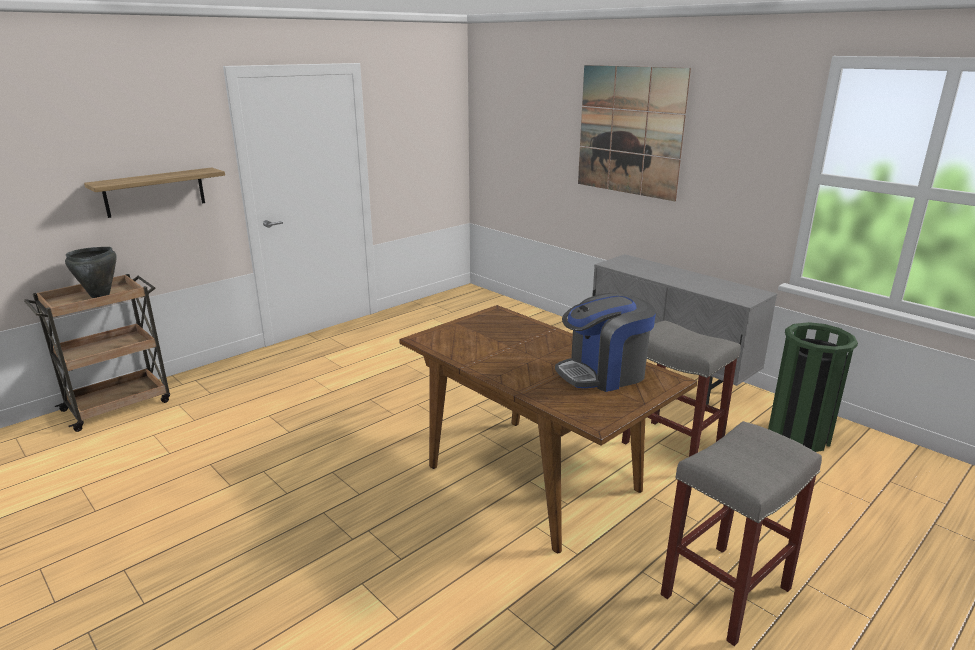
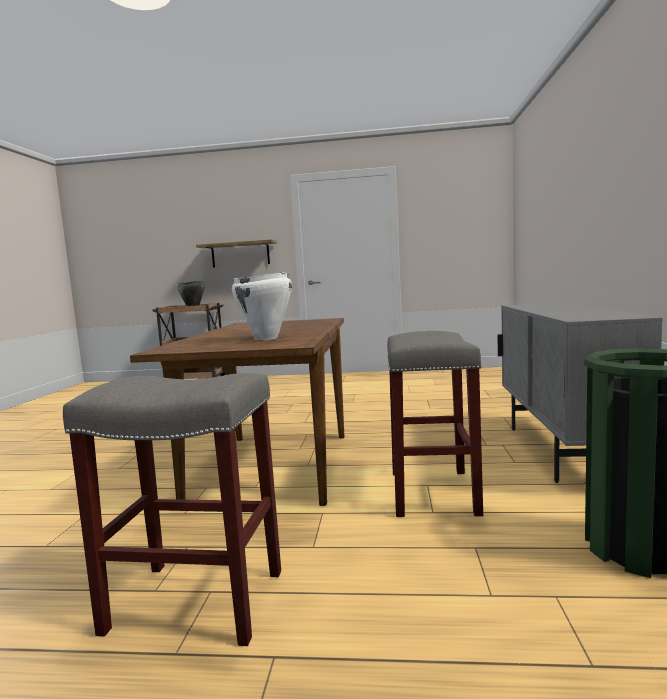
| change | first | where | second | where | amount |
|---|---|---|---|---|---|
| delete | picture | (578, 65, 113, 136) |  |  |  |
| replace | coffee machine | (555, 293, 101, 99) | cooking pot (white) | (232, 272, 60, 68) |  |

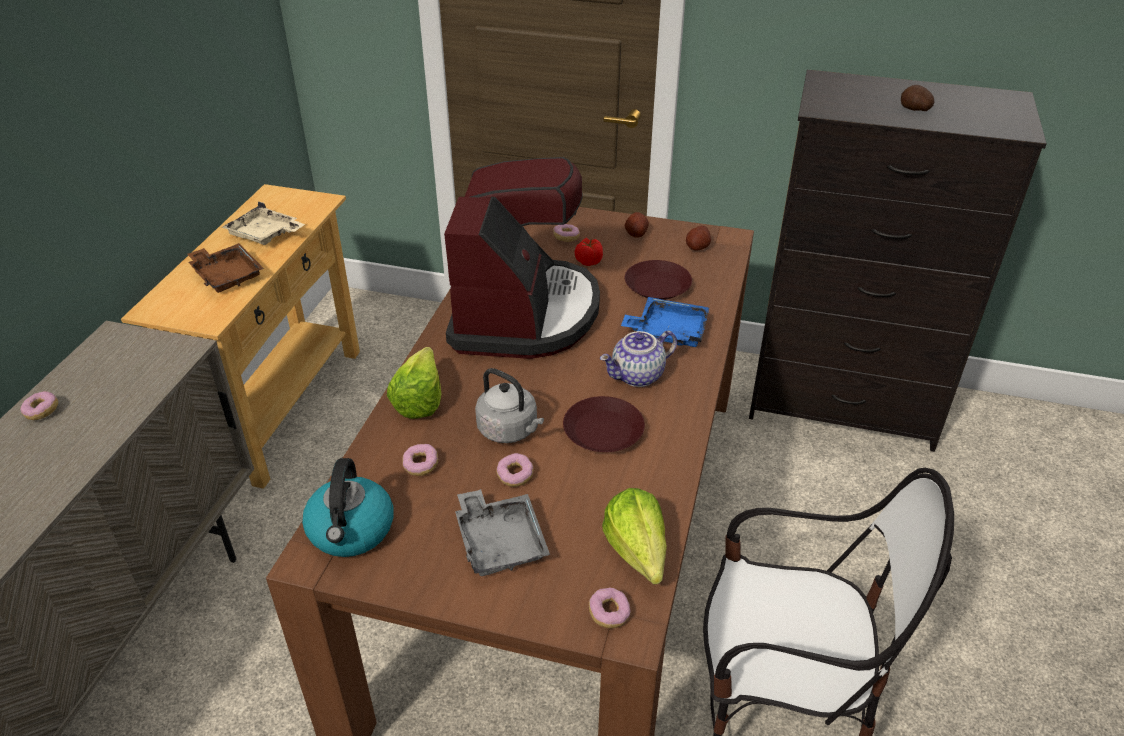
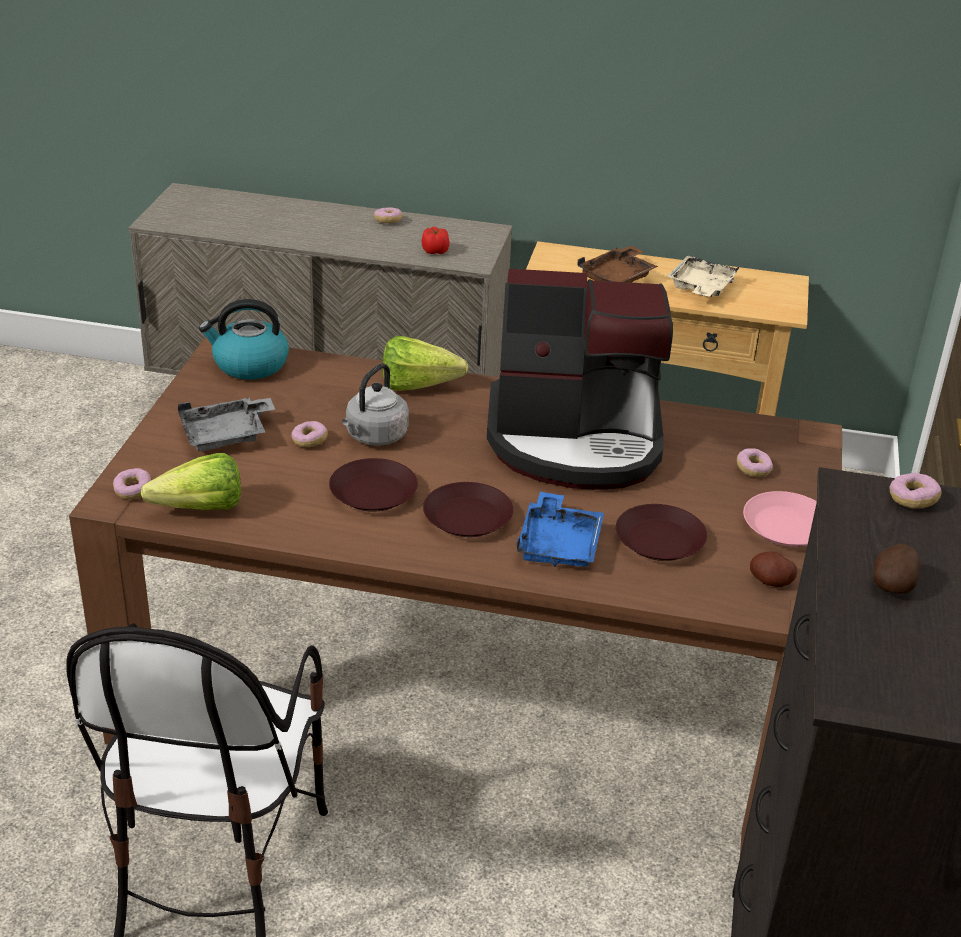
| change | first | where | second | where | amount |
|---|---|---|---|---|---|
| move | donut | (402, 444, 36, 32) |  | (890, 473, 51, 35) |  |
| move | tomato | (574, 238, 29, 28) |  | (422, 227, 28, 27) |  |
| replace | teapot | (600, 331, 77, 56) | plate (brown) | (423, 482, 90, 55) |  |
| replace | potato | (625, 212, 24, 26) | plate (pink) | (743, 491, 74, 56) |  |

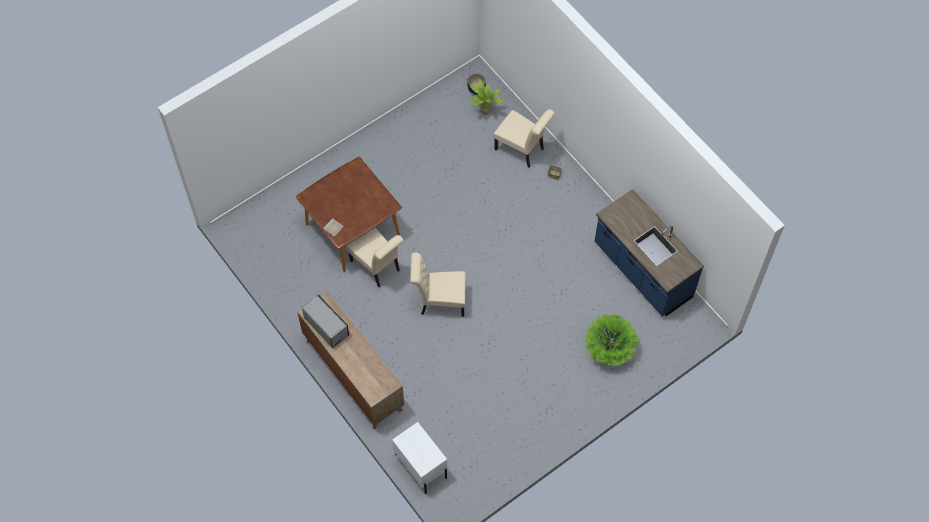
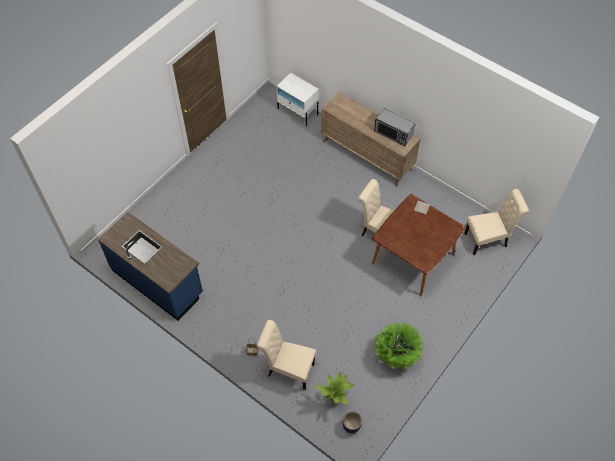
| change | first | where | second | where | amount |
|---|---|---|---|---|---|
| move | chair (beige) | (410, 252, 56, 65) |  | (464, 189, 65, 66) |  |
| move | potted plant | (584, 313, 56, 53) |  | (373, 321, 51, 49) |  |

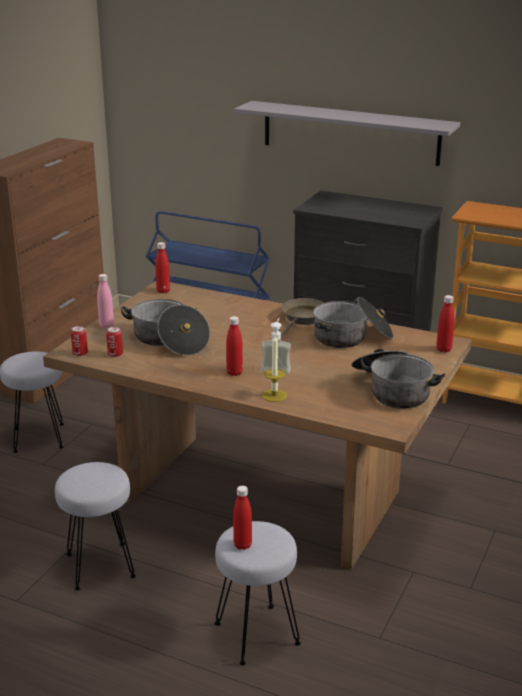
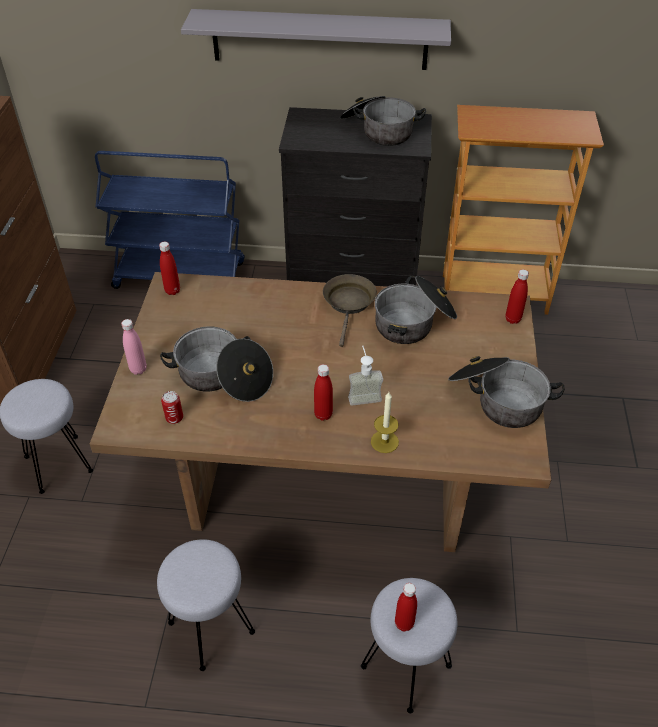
| change | first | where | second | where | amount |
|---|---|---|---|---|---|
| delete | can | (71, 326, 17, 30) |  |  |  |
| insert |  |  | cooking pot | (340, 96, 86, 50) |  |

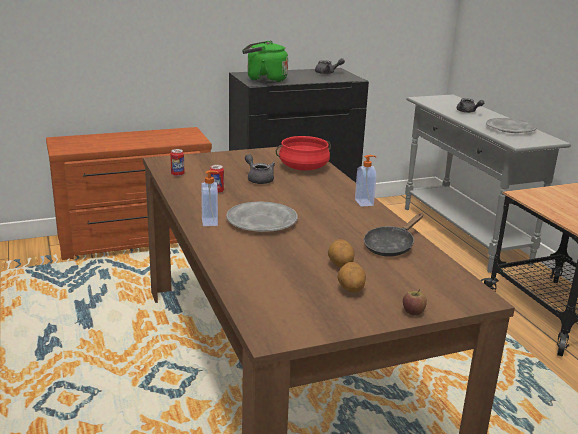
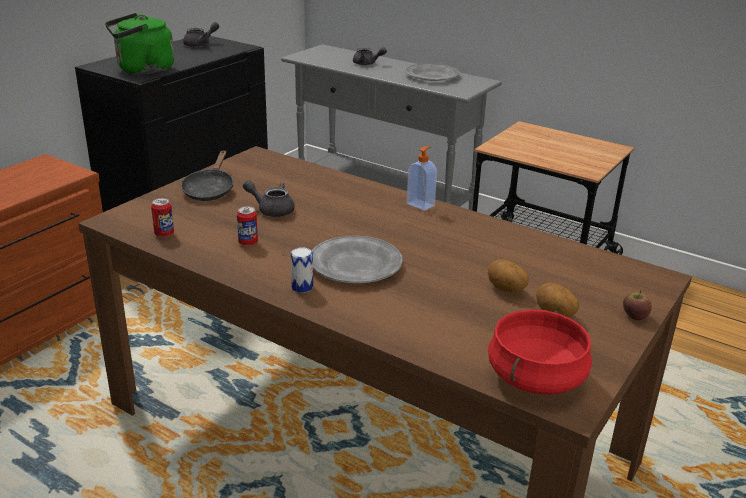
| change | first | where | second | where | amount |
|---|---|---|---|---|---|
| move | cooking pot (red) | (276, 136, 55, 35) |  | (488, 309, 104, 86) |  |
| move | frying pan (black) | (364, 213, 59, 44) |  | (181, 150, 52, 51) |  |
| replace | soap dispenser | (201, 170, 18, 56) | can | (291, 247, 22, 46) |  |

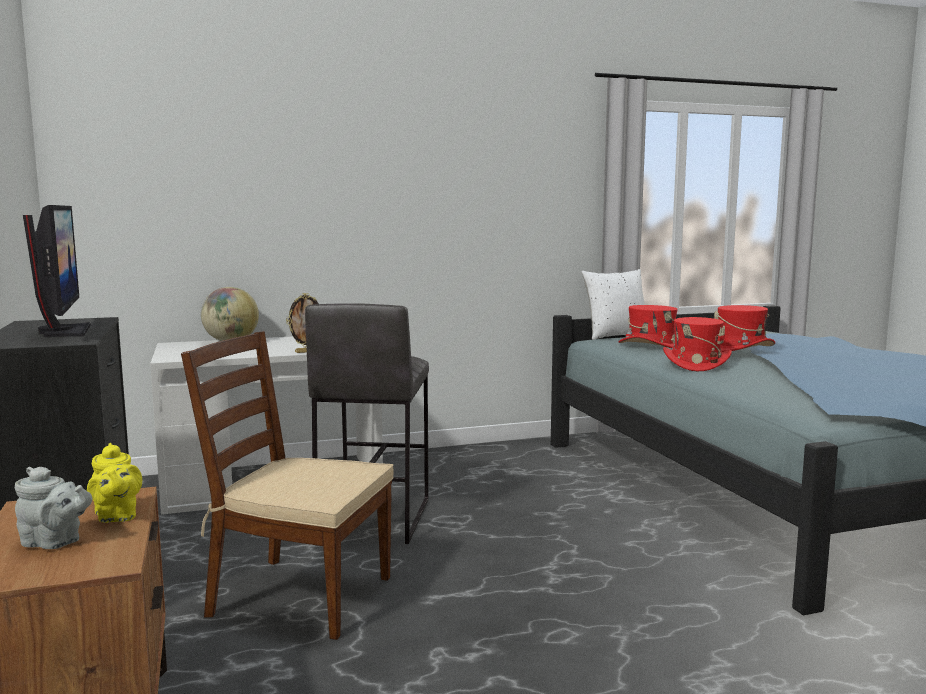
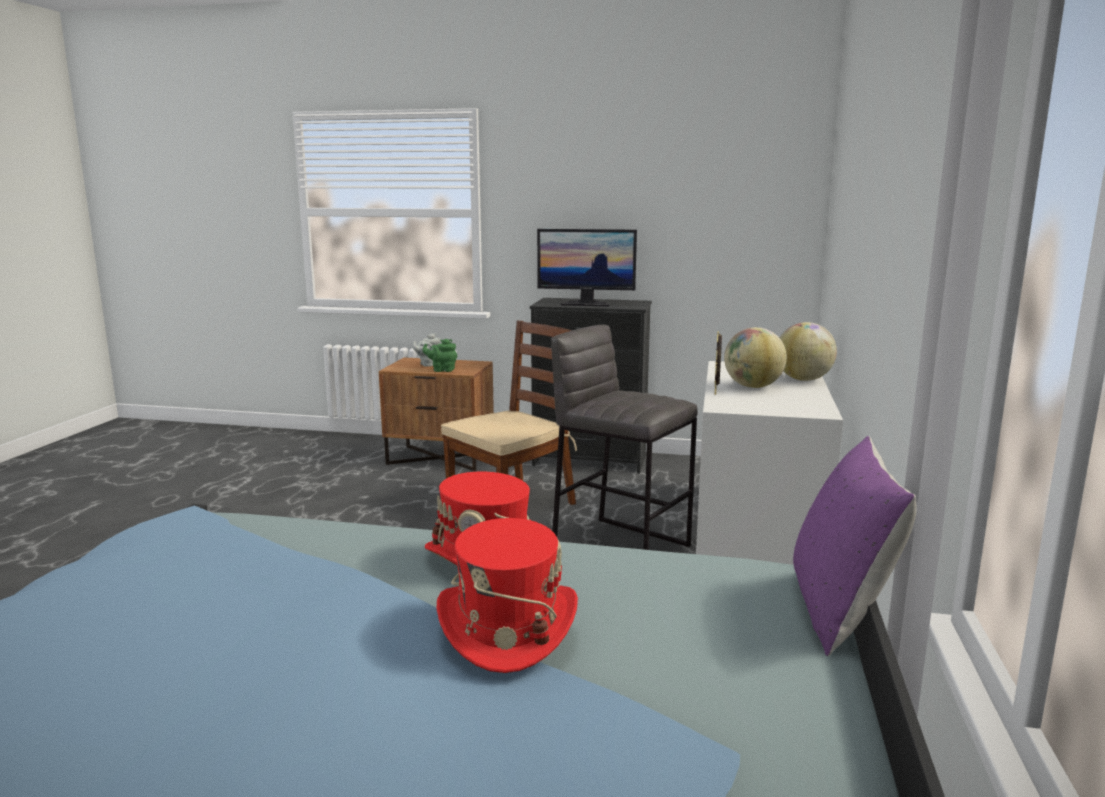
| change | first | where | second | where | amount |
|---|---|---|---|---|---|
| delete | hat (red) | (618, 305, 60, 43) |  |  |  |
| insert |  |  | globe | (724, 327, 63, 61) |  |
| recolor | teapot (yellow) | (87, 443, 55, 80) | teapot (green) | (422, 339, 35, 33) |  |
| recolor | pillow (white) | (581, 269, 64, 71) | pillow (purple) | (793, 436, 124, 220) |  |

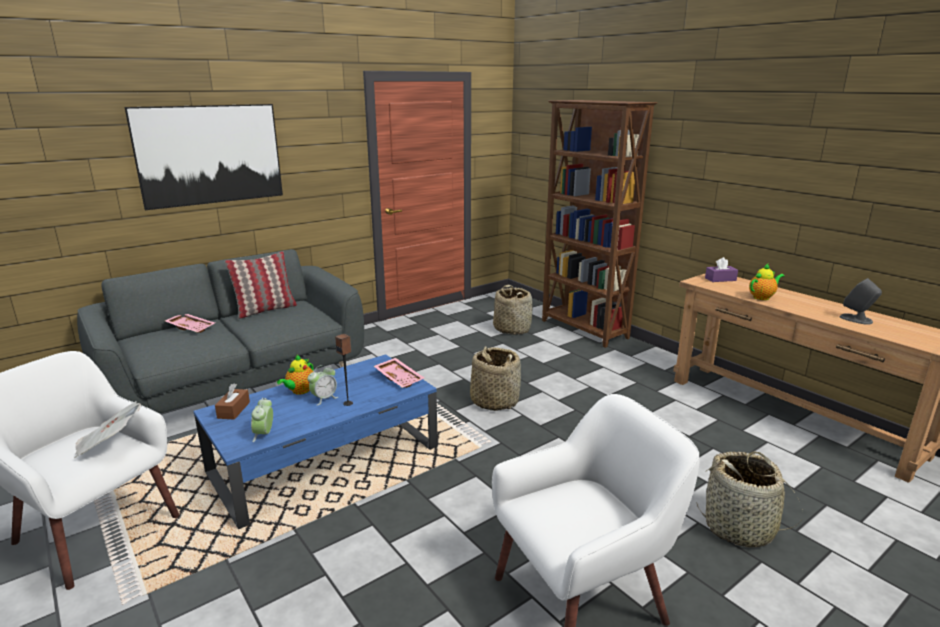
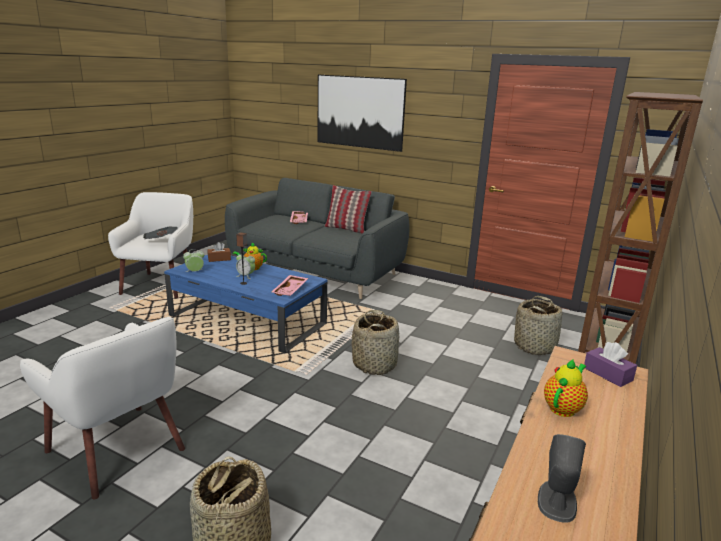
| change | first | where | second | where | amount |
|---|---|---|---|---|---|
| rotate | teapot | (749, 264, 36, 36) |  | (544, 358, 44, 59) | 90 degrees counterclockwise |

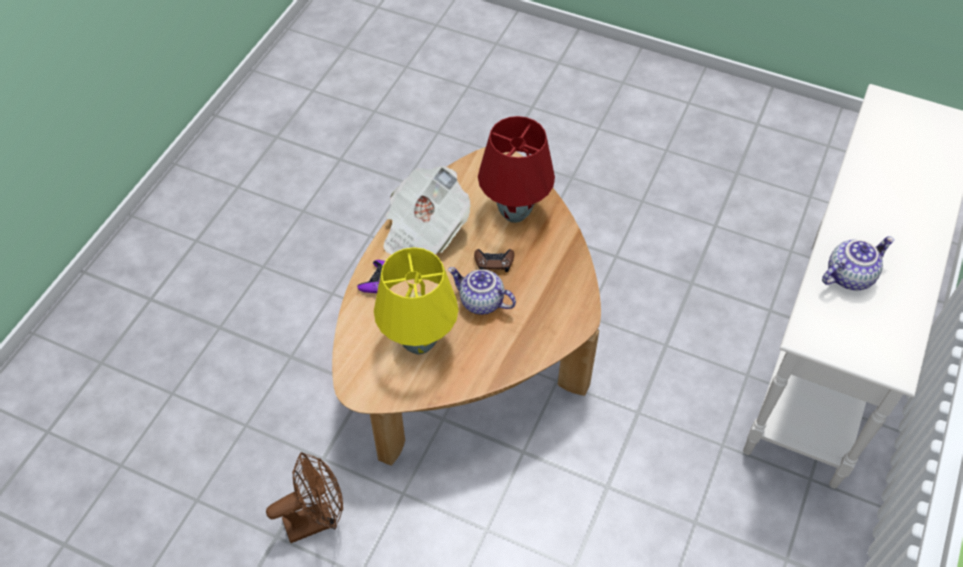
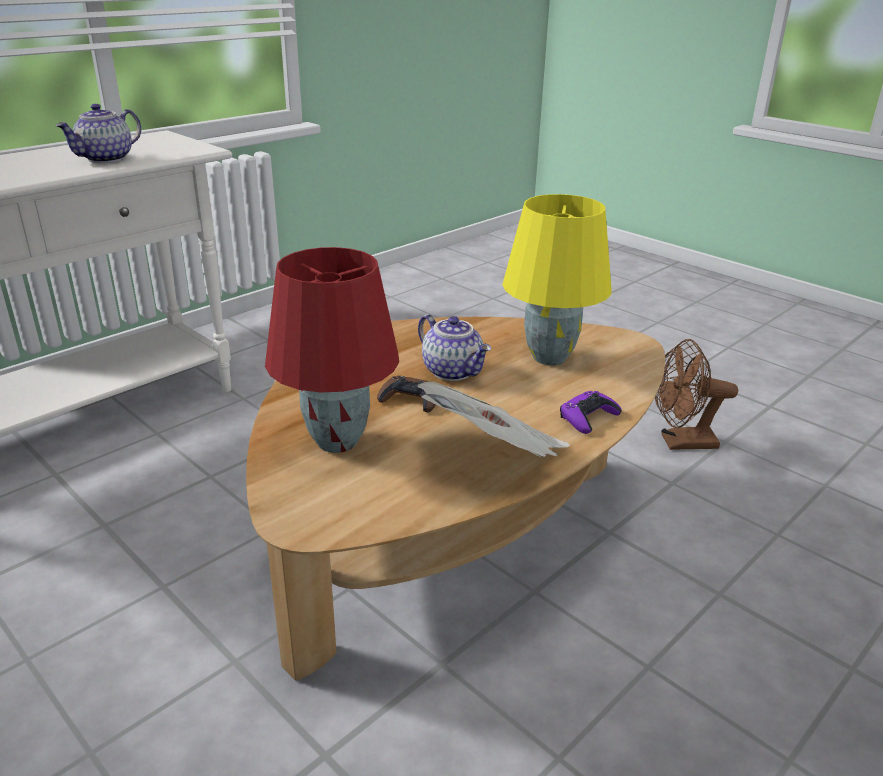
| change | first | where | second | where | amount |
|---|---|---|---|---|---|
| rotate | teapot | (822, 236, 72, 54) |  | (55, 104, 86, 59) | 45 degrees counterclockwise |

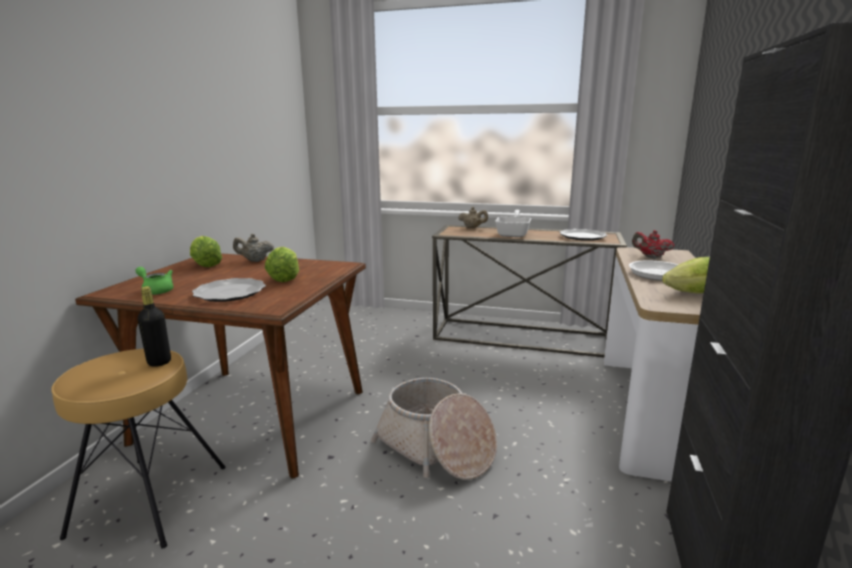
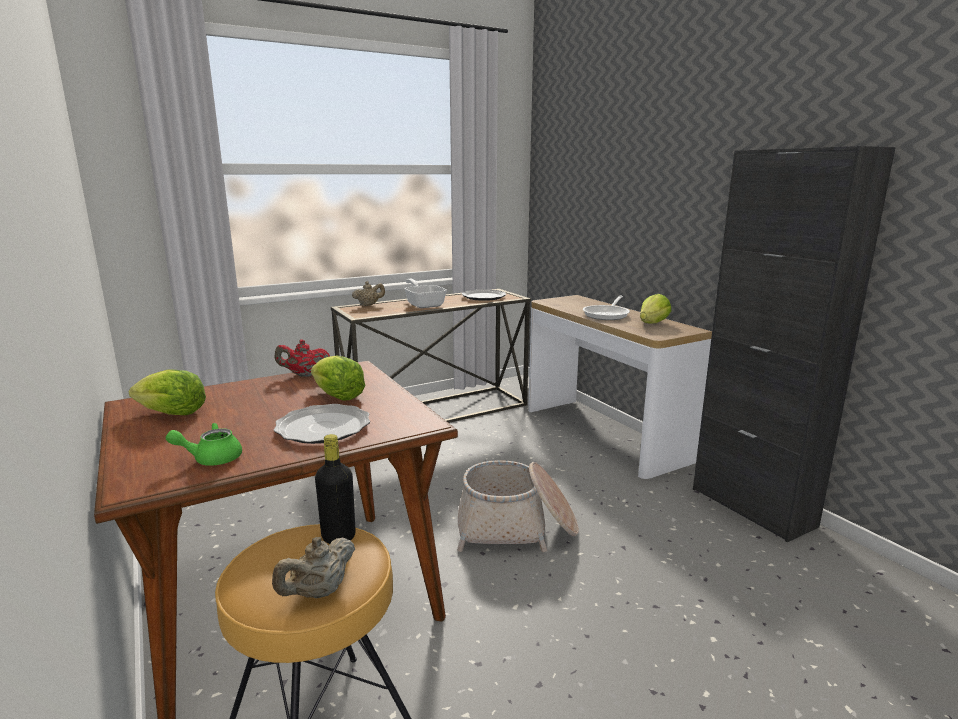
| change | first | where | second | where | amount |
|---|---|---|---|---|---|
| move | teapot (beige) | (233, 234, 41, 28) |  | (272, 537, 83, 61) |  |
| move | teapot (red) | (632, 230, 42, 29) |  | (275, 339, 55, 38) |  |

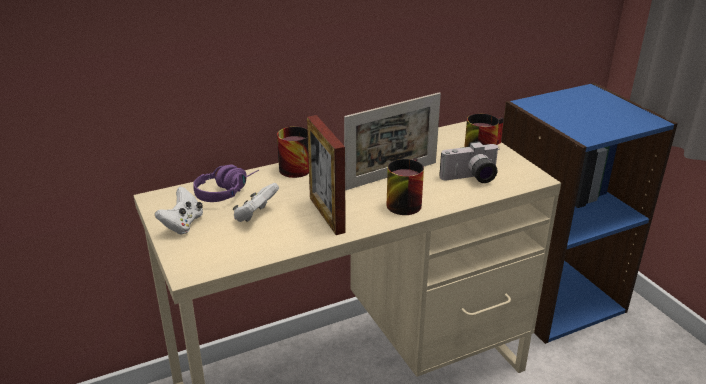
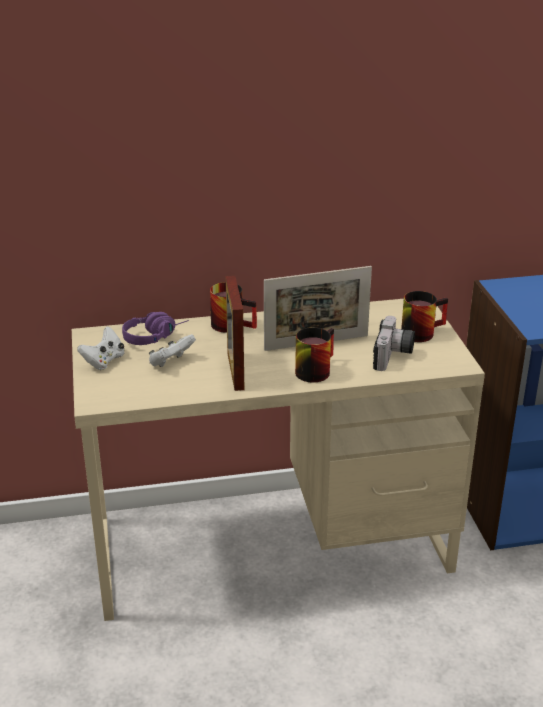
| change | first | where | second | where | amount |
|---|---|---|---|---|---|
| rotate | photo camera | (439, 141, 61, 42) |  | (373, 316, 42, 55) | 75 degrees counterclockwise |

